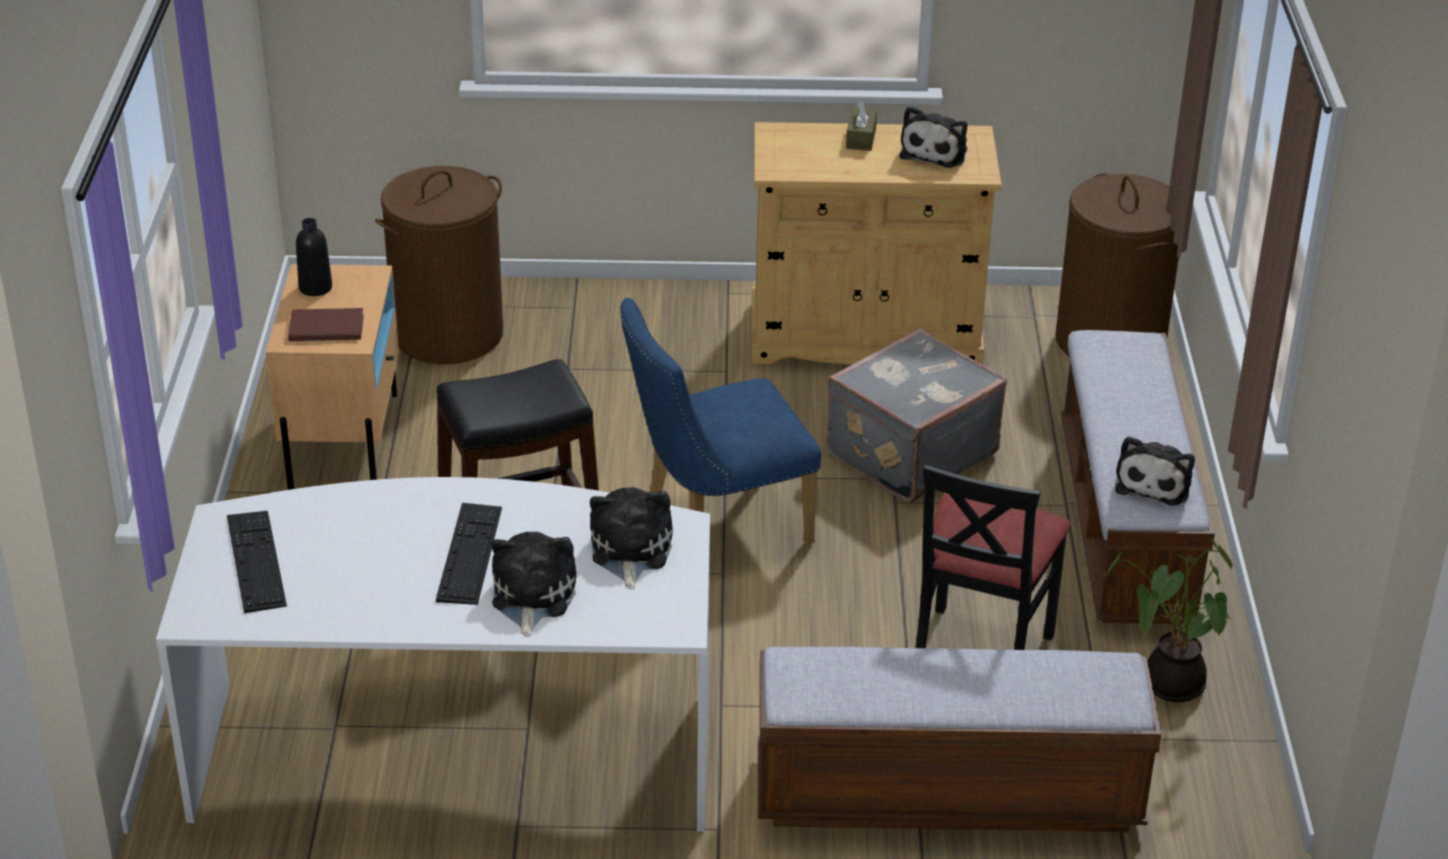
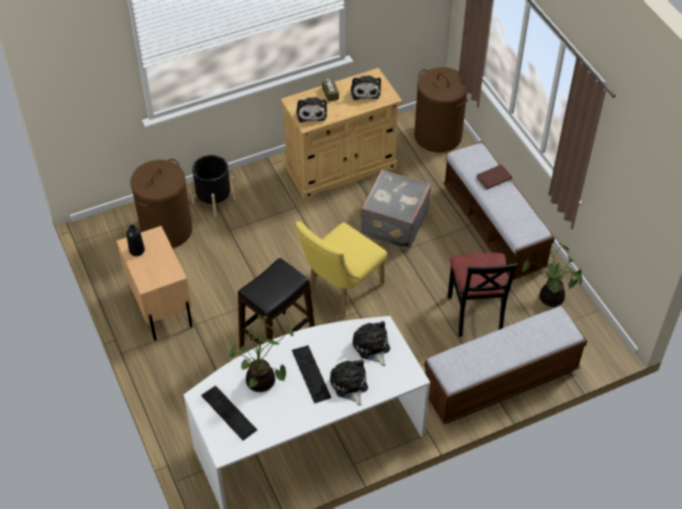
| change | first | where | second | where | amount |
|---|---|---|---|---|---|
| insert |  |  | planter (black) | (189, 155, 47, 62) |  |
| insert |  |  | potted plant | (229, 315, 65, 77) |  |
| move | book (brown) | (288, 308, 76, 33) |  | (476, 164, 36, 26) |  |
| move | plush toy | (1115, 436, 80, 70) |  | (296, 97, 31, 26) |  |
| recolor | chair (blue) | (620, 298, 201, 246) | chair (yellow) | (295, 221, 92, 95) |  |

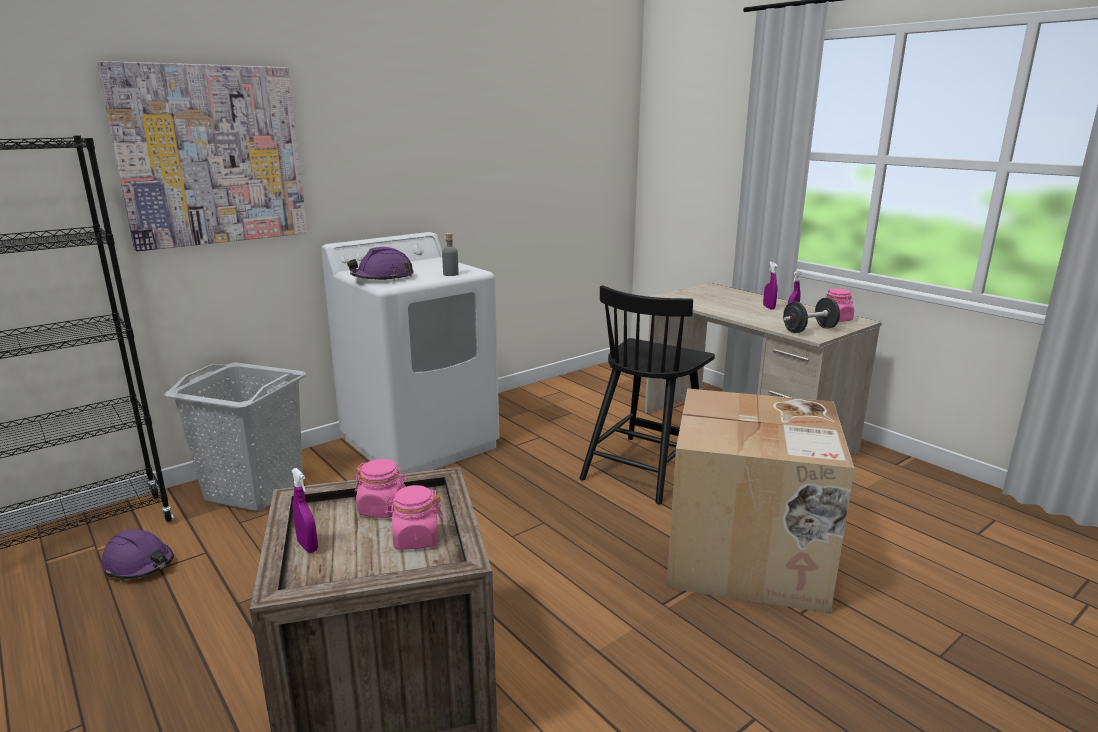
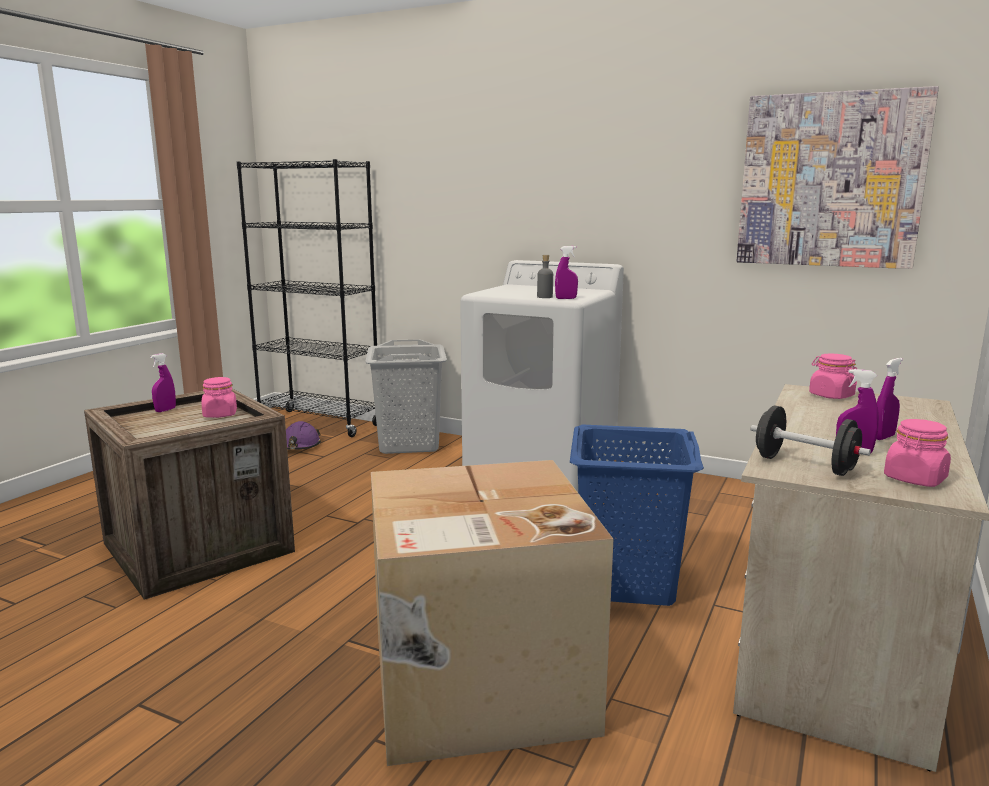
| change | first | where | second | where | amount |
|---|---|---|---|---|---|
| delete | hard hat (purple) | (347, 247, 67, 34) |  |  |  |
| insert |  |  | spray bottle (purple) | (555, 246, 23, 53) |  |
| move | picture | (97, 61, 211, 190) |  | (737, 86, 202, 183) |  |
| move | jar (pink) | (384, 485, 60, 65) |  | (809, 353, 48, 46) |  |
| replace | chair (black) | (579, 285, 136, 220) | laundry basket (blue) | (570, 424, 134, 182) |  |

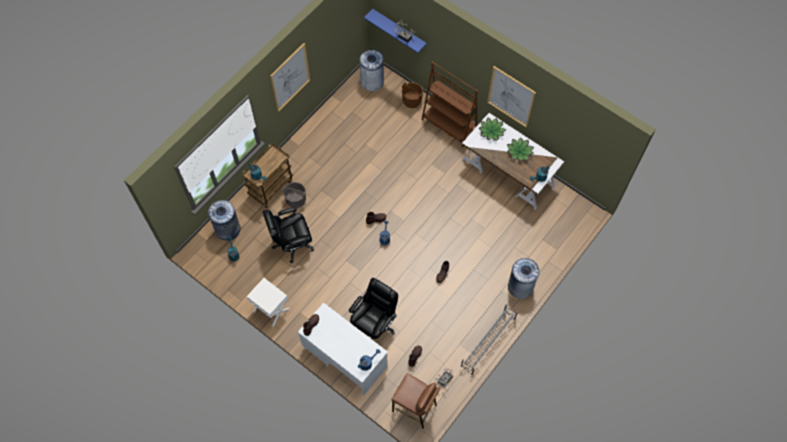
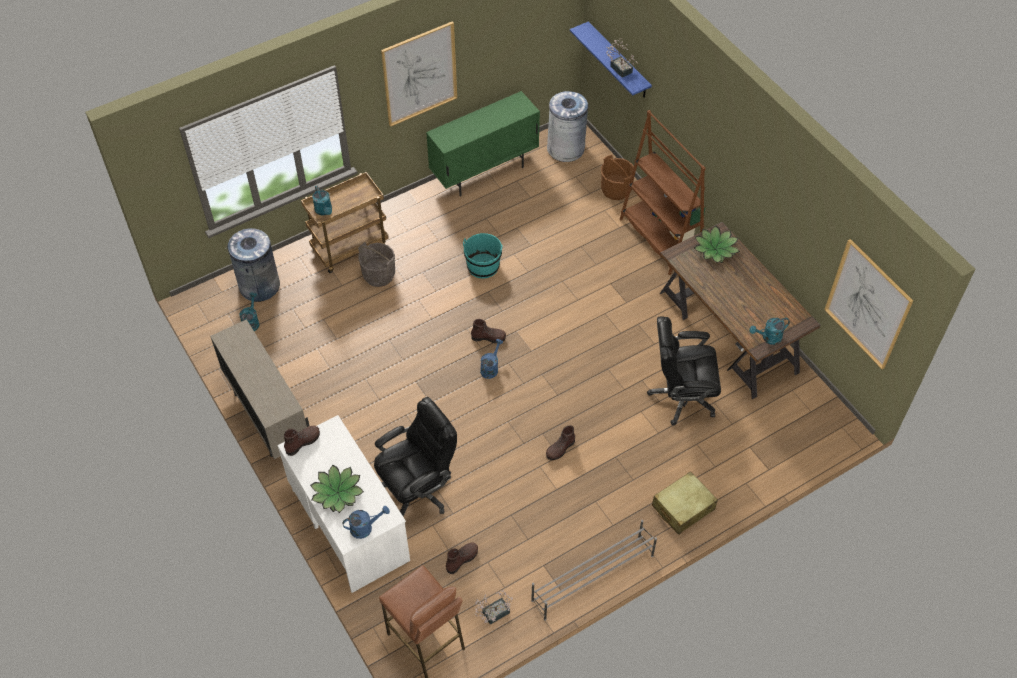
| change | first | where | second | where | amount |
|---|---|---|---|---|---|
| insert |  |  | cabinet (green) | (426, 91, 114, 106) |  |
| insert |  |  | bucket (turquoise) | (463, 233, 40, 45) |  |
| move | office chair (black) | (262, 207, 52, 56) |  | (647, 316, 74, 109) |  |
| move | picture | (487, 66, 49, 62) |  | (824, 239, 89, 130) |  |
| move | potted plant | (507, 138, 27, 23) |  | (310, 465, 54, 48) |  |
| replace | nightstand (white) | (247, 278, 43, 49) | cabinet (beige) | (210, 319, 100, 140) |  |
| replace | trash can (grey) | (508, 258, 32, 41) | suitcase (beige) | (652, 471, 66, 64) |  |
| recolor | desk (white) | (462, 113, 102, 97) | desk (brown) | (660, 222, 160, 177) |  |

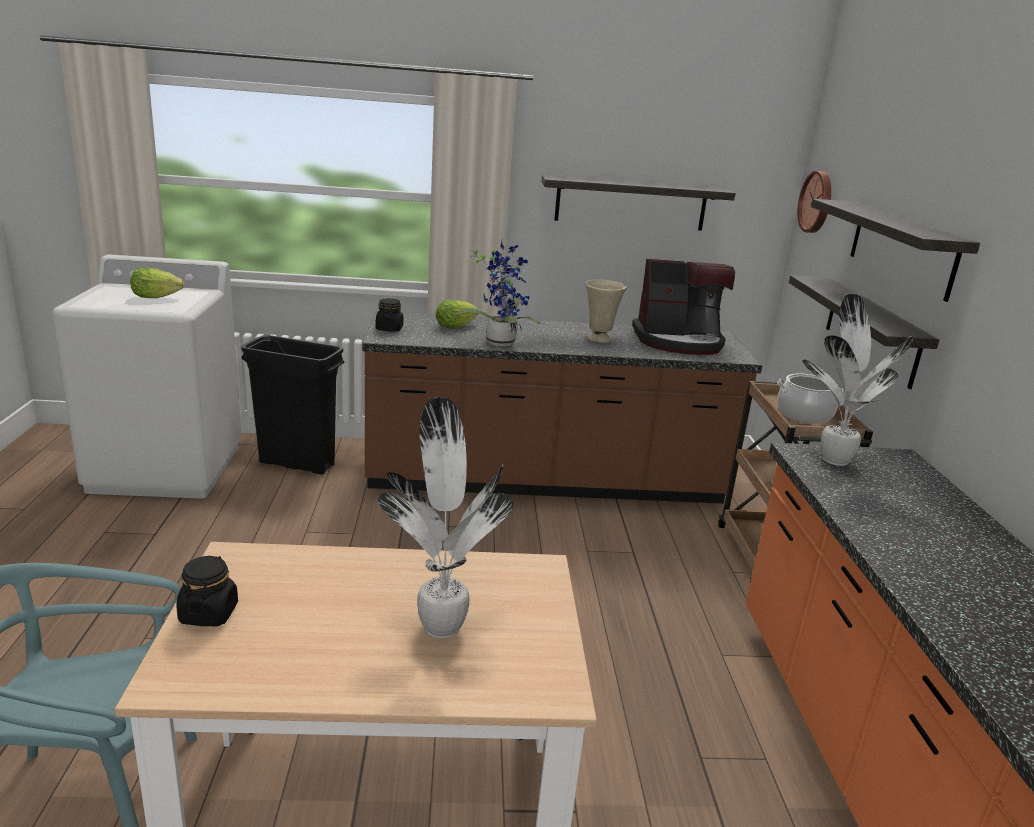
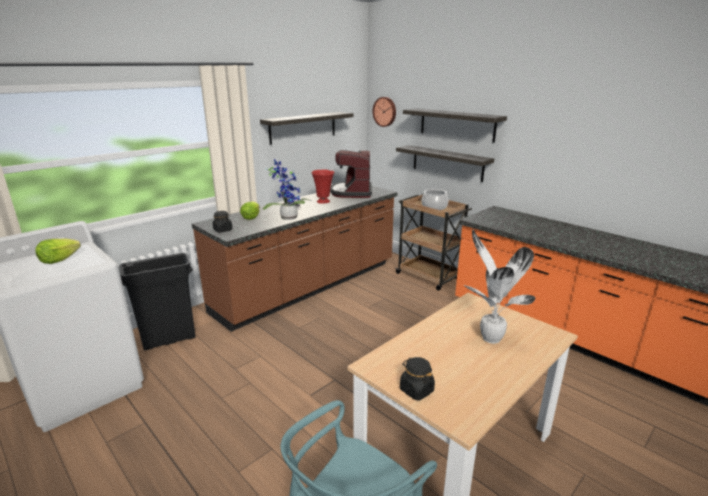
| change | first | where | second | where | amount |
|---|---|---|---|---|---|
| delete | potted plant | (802, 294, 111, 172) |  |  |  |
| recolor | vase (beige) | (585, 279, 42, 64) | vase (red) | (311, 170, 23, 34) |  |
| rotate | coffee machine | (632, 259, 103, 96) |  | (330, 150, 42, 48) | 135 degrees clockwise |

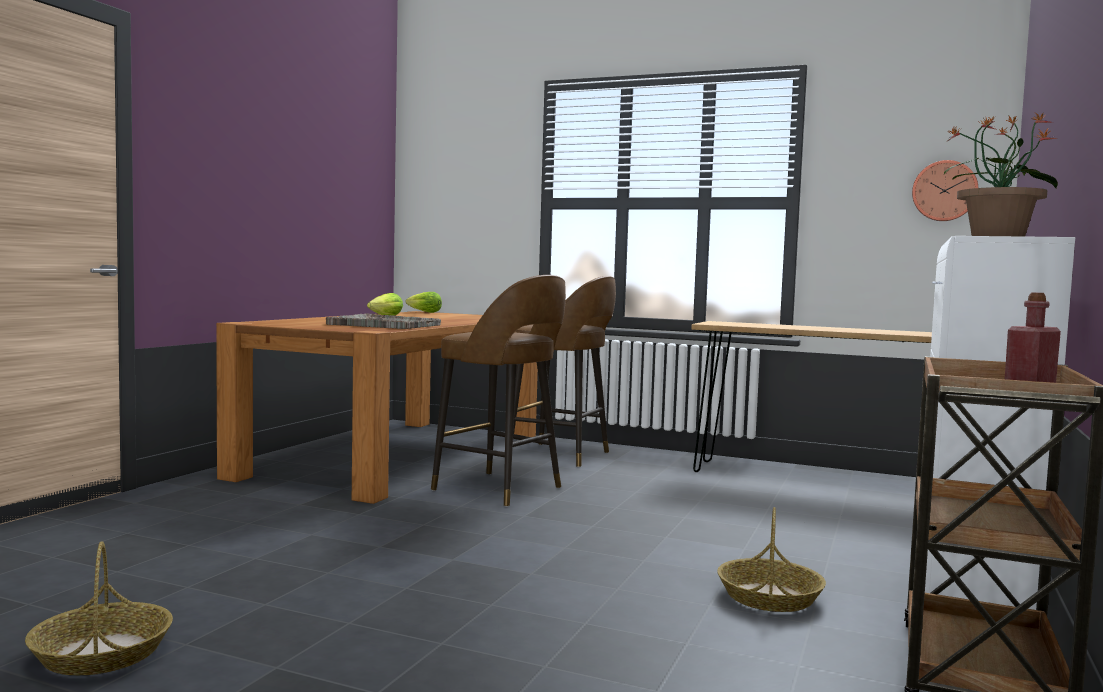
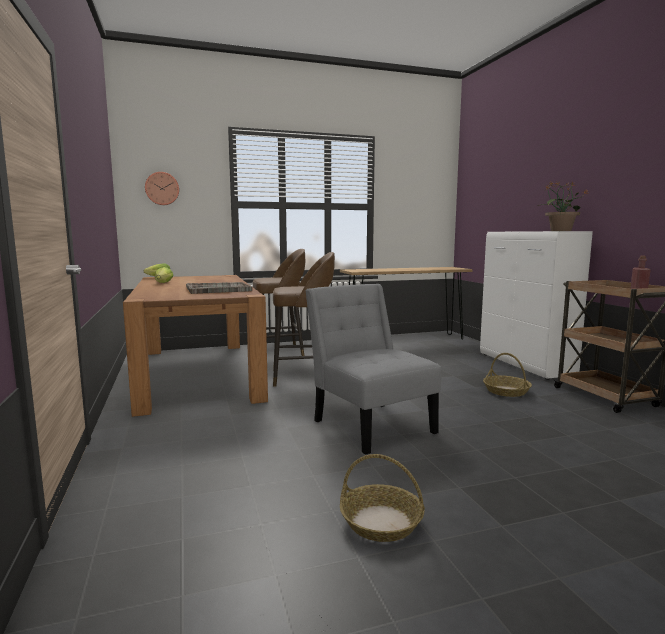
| change | first | where | second | where | amount |
|---|---|---|---|---|---|
| insert |  |  | chair (grey) | (306, 284, 135, 171) |  |
| move | wall clock | (912, 160, 66, 61) |  | (145, 172, 34, 33) |  |

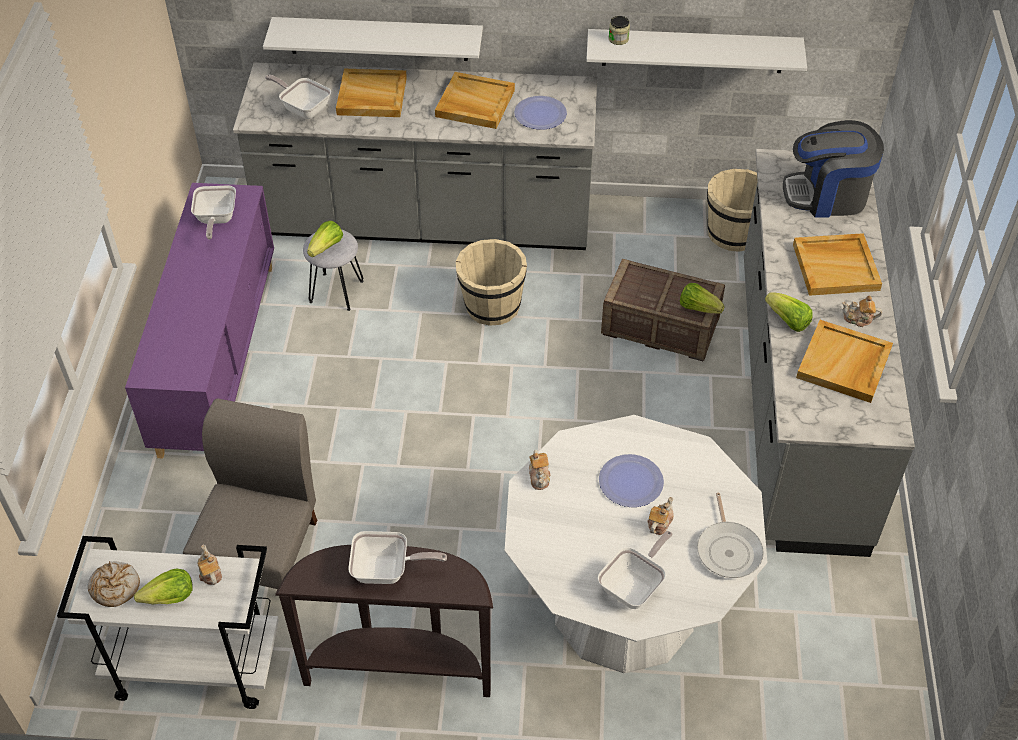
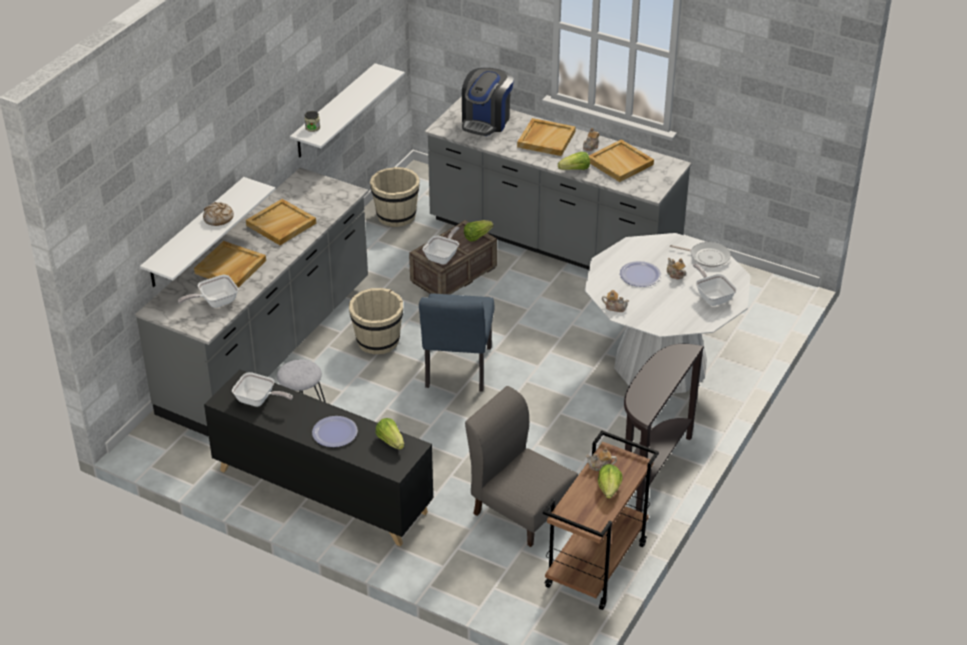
| change | first | where | second | where | amount |
|---|---|---|---|---|---|
| insert |  |  | chair (blue) | (419, 293, 76, 99) |  |
| move | bread | (88, 561, 52, 46) |  | (203, 202, 31, 24) |  |
| move | lettuce | (307, 221, 36, 36) |  | (375, 418, 29, 32) |  |
| move | frying pan | (348, 531, 99, 53) |  | (422, 227, 38, 37) |  |
| move | plate | (514, 96, 53, 34) |  | (312, 416, 46, 31) |  |
| recolor | cart (white) | (57, 536, 222, 173) | cart (brown) | (543, 431, 116, 179) |  |
| recolor | cabinet (purple) | (125, 183, 149, 276) | cabinet (black) | (204, 369, 230, 178) |  |

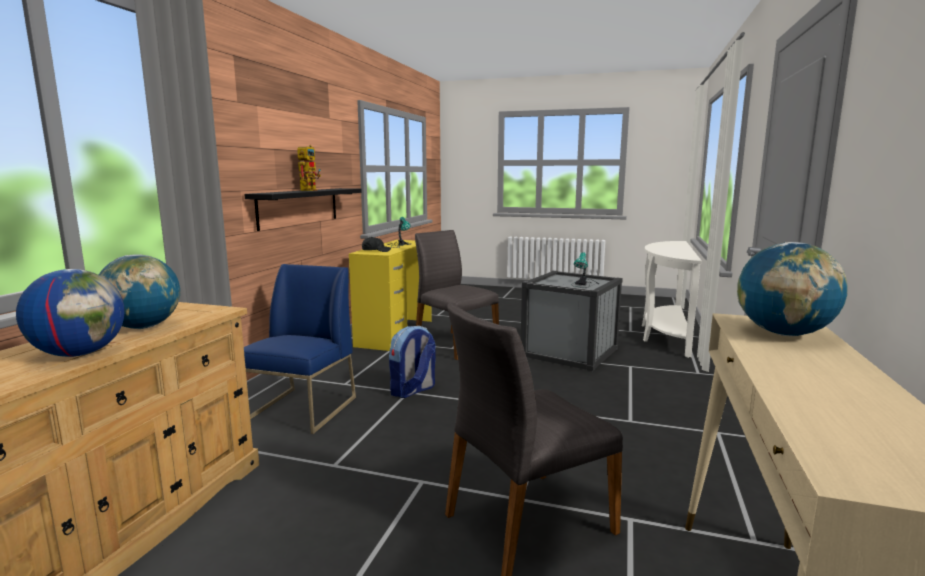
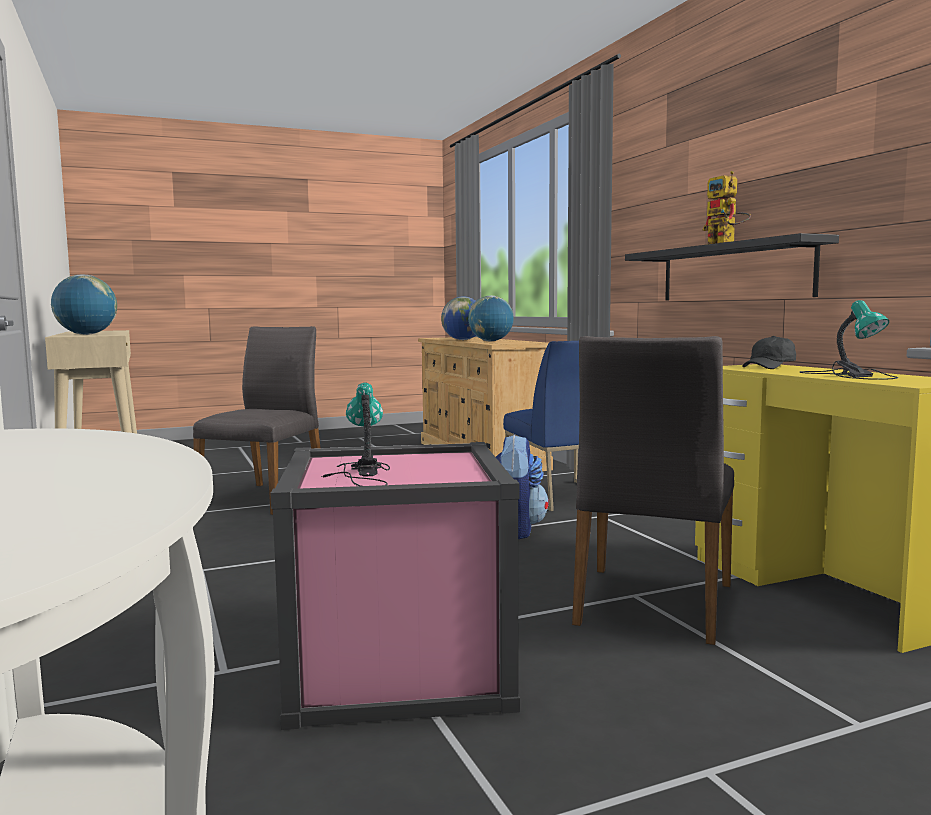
| change | first | where | second | where | amount |
|---|---|---|---|---|---|
| recolor | storage box (grey) | (521, 271, 102, 100) | storage box (pink) | (271, 442, 249, 288) |  |
| rotate | chair (grey) | (415, 230, 84, 130) |  | (572, 336, 162, 309) | 105 degrees clockwise |

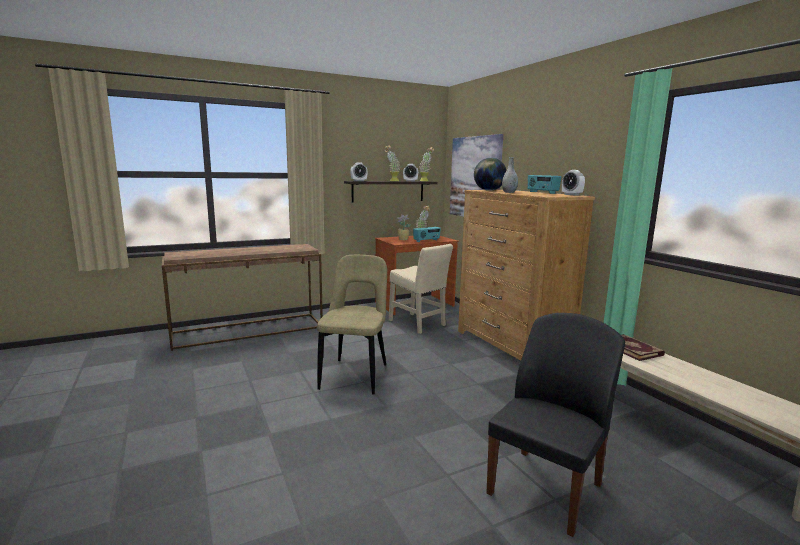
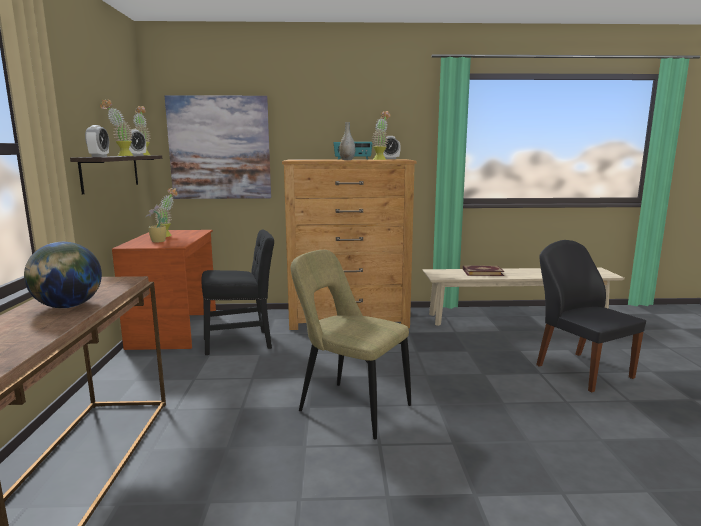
| change | first | where | second | where | amount |
|---|---|---|---|---|---|
| delete | radio | (413, 227, 28, 15) |  |  |  |
| insert |  |  | potted plant | (372, 111, 19, 49) |  |
| move | globe | (474, 158, 33, 33) |  | (24, 242, 78, 66) |  |
| recolor | chair (beige) | (389, 244, 64, 90) | chair (black) | (201, 229, 73, 126) |  |

